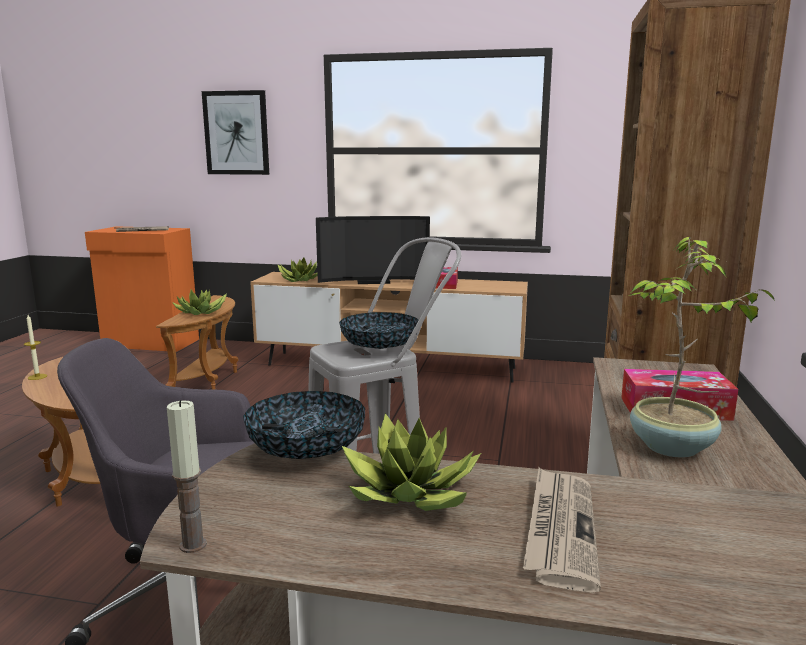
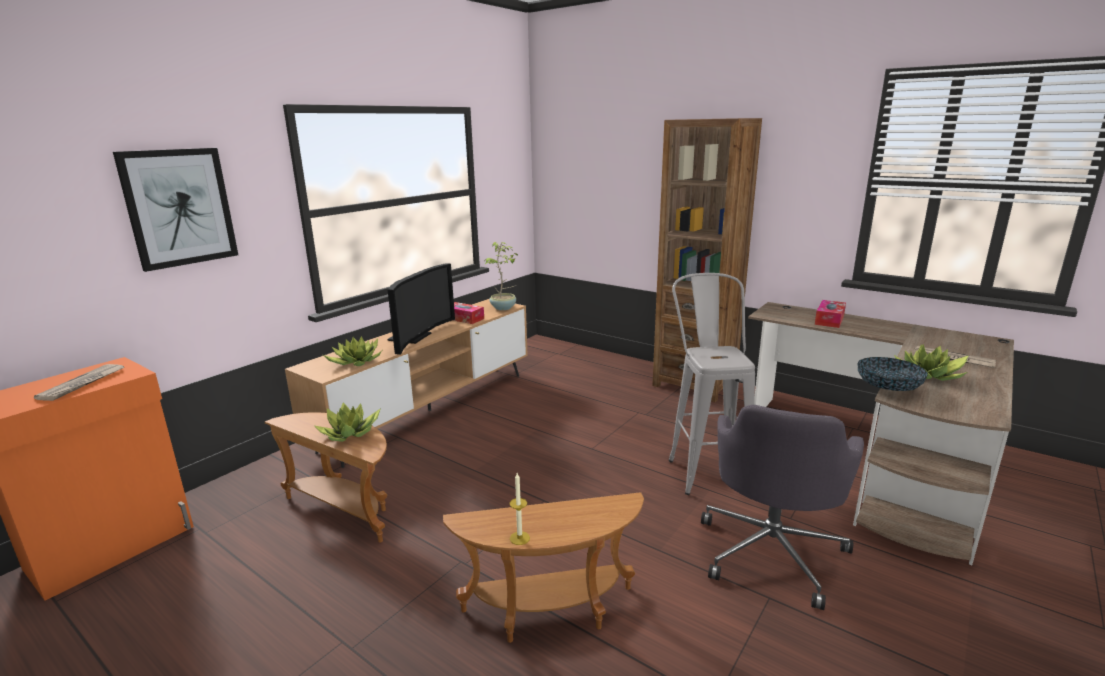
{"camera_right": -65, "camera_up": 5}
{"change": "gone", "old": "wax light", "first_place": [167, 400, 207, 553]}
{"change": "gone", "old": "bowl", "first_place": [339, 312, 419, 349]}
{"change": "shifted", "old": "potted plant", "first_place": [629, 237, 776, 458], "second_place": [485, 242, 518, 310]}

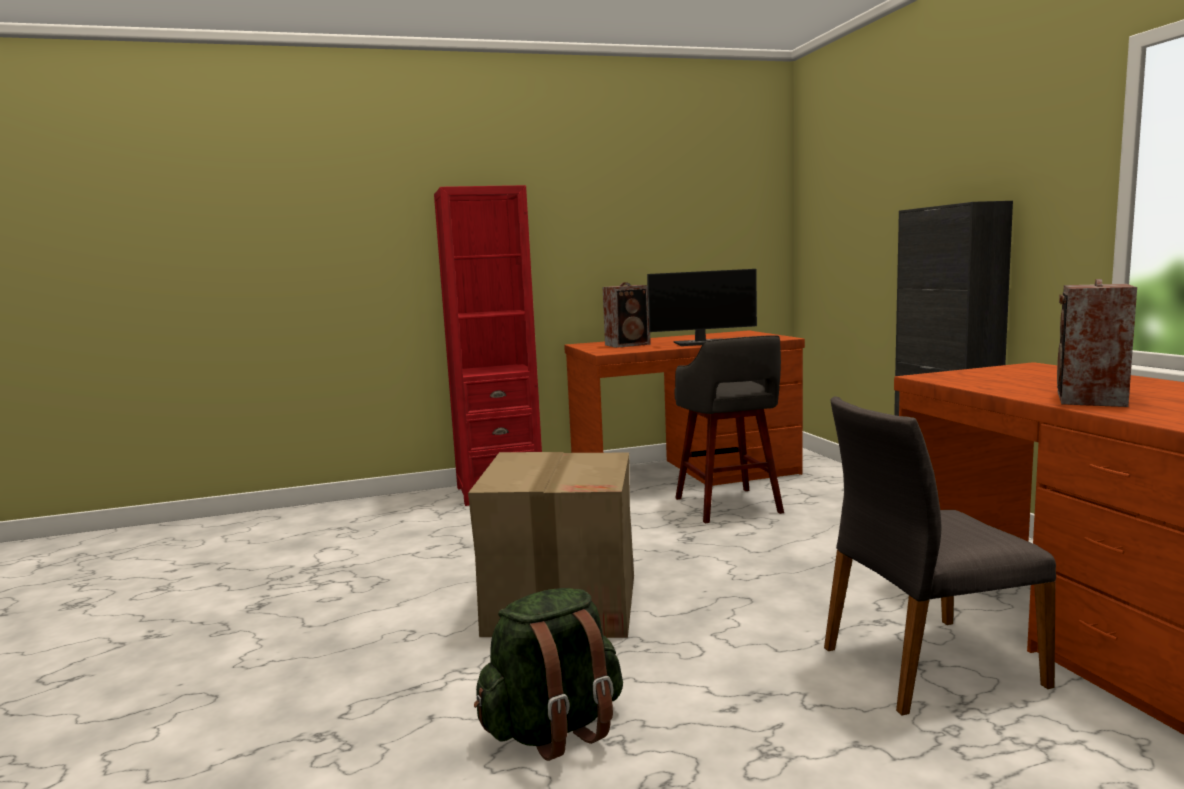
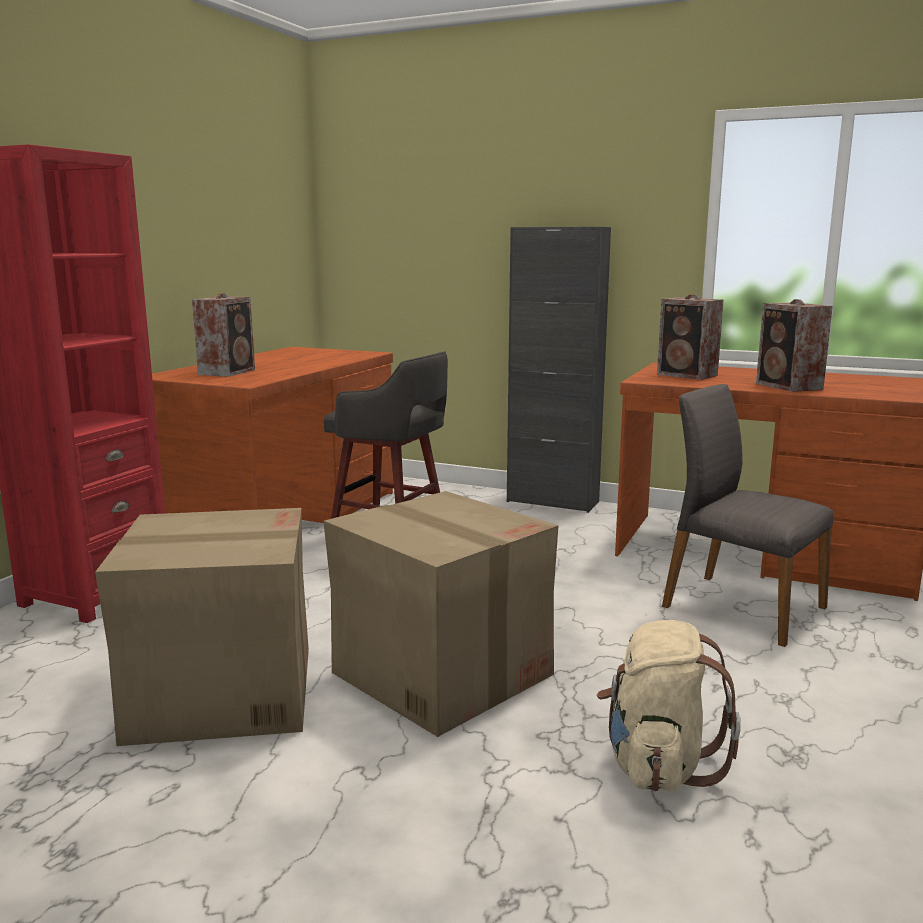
{"camera_right": -50, "camera_up": 5}
{"change": "repainted", "old": "knapsack in greenish", "new": "knapsack in beige", "first_place": [474, 588, 623, 761], "second_place": [597, 620, 741, 792]}
{"change": "gone", "old": "computer display", "first_place": [647, 269, 757, 346]}
{"change": "rotated", "old": "plain chair in grey", "first_place": [824, 396, 1056, 715], "second_place": [662, 384, 834, 647], "degrees": 105}
{"change": "new", "new": "cardboard box", "second_place": [95, 508, 309, 746]}
{"change": "new", "new": "speaker", "second_place": [657, 295, 724, 380]}

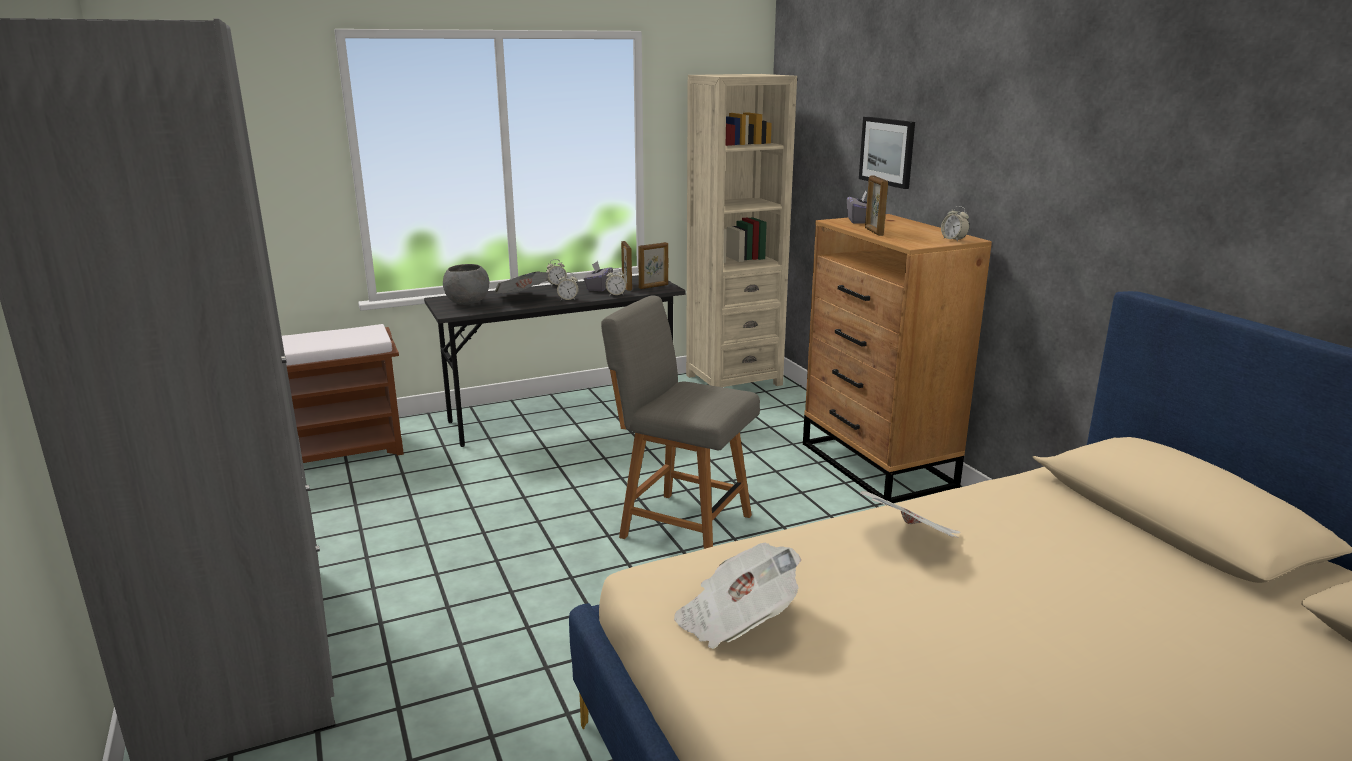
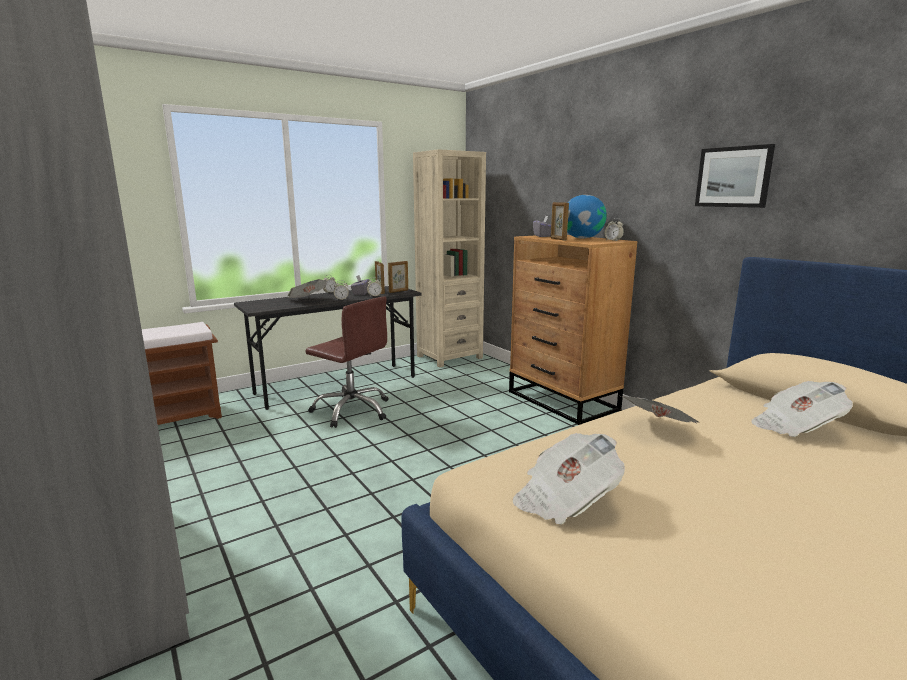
{"camera_right": -10, "camera_up": -5}
{"change": "gone", "old": "bowl in grey", "first_place": [443, 264, 489, 305]}
{"change": "gone", "old": "plain chair in grey", "first_place": [601, 295, 760, 549]}
{"change": "shifted", "old": "wall art", "first_place": [859, 117, 915, 189], "second_place": [695, 144, 775, 208]}
{"change": "new", "new": "office chair in brownish", "second_place": [305, 296, 388, 428]}
{"change": "new", "new": "world globe", "second_place": [567, 195, 607, 238]}
{"change": "new", "new": "newspaper", "second_place": [751, 381, 853, 437]}

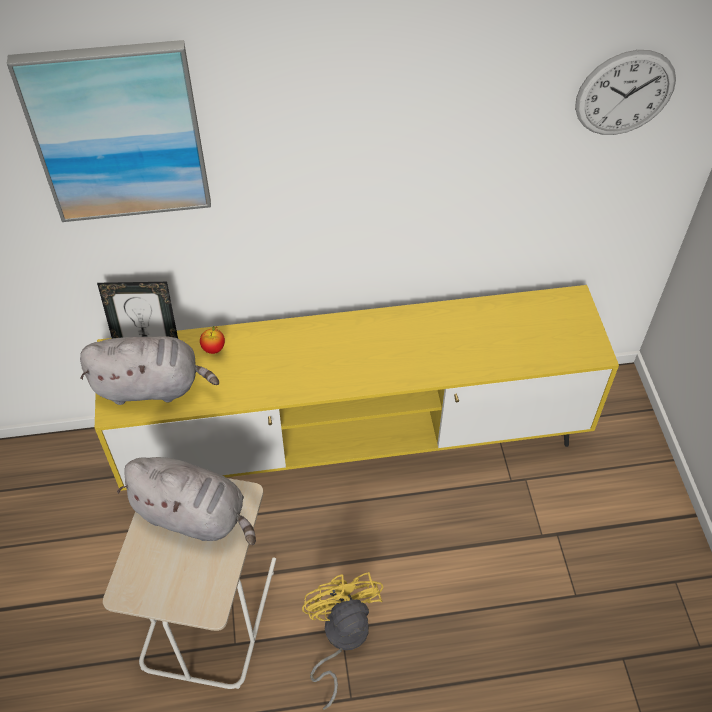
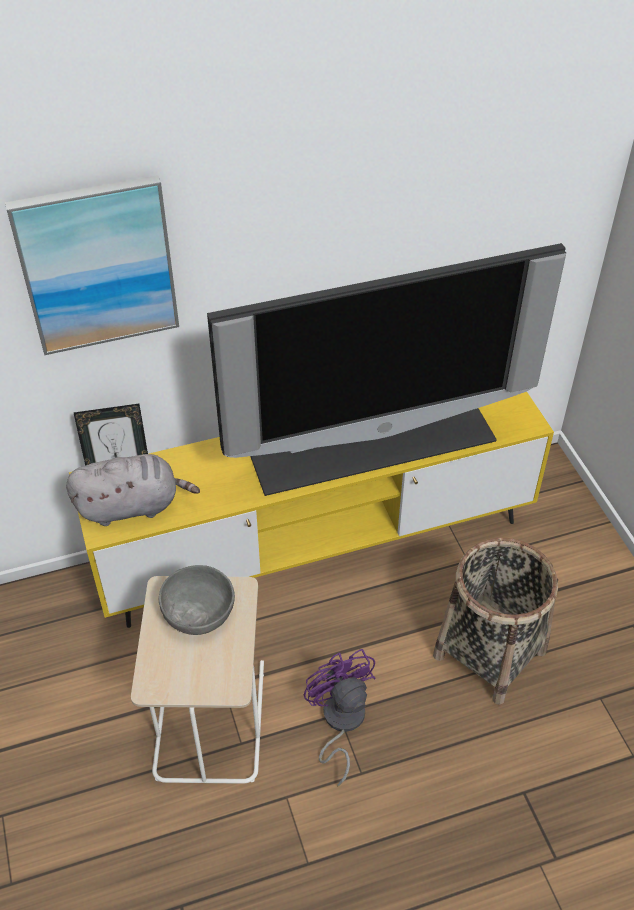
{"camera_right": -10, "camera_up": -5}
{"change": "swapped", "old": "plush toy in grey", "new": "bowl in grey", "first_place": [117, 457, 256, 545], "second_place": [158, 565, 235, 635]}
{"change": "gone", "old": "apple fruit", "first_place": [200, 326, 225, 354]}
{"change": "repainted", "old": "electric fan in yellowish", "new": "electric fan in purple", "first_place": [302, 572, 383, 710], "second_place": [304, 649, 376, 787]}
{"change": "gone", "old": "hanging clock", "first_place": [575, 50, 676, 135]}
{"change": "new", "new": "TV", "second_place": [207, 243, 566, 496]}
{"change": "new", "new": "storage basket", "second_place": [433, 538, 558, 705]}

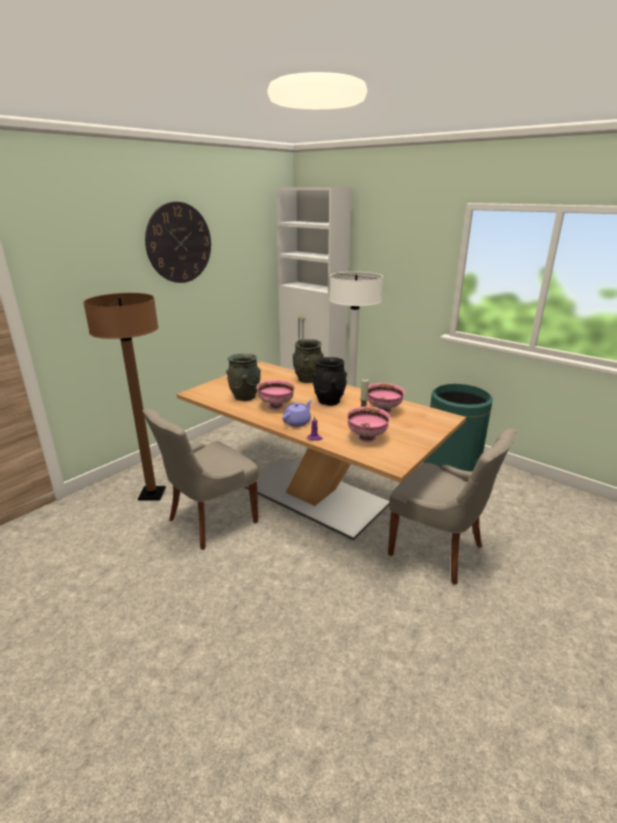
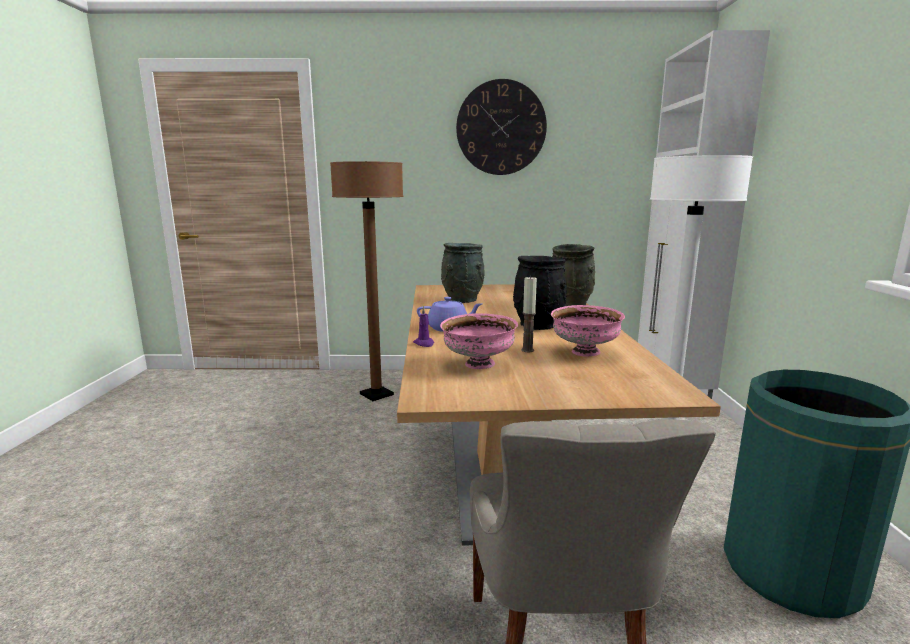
{"camera_right": 50, "camera_up": -10}
{"change": "gone", "old": "plain chair in grey", "first_place": [143, 409, 258, 550]}
{"change": "gone", "old": "bowl in pinkish", "first_place": [257, 380, 295, 410]}

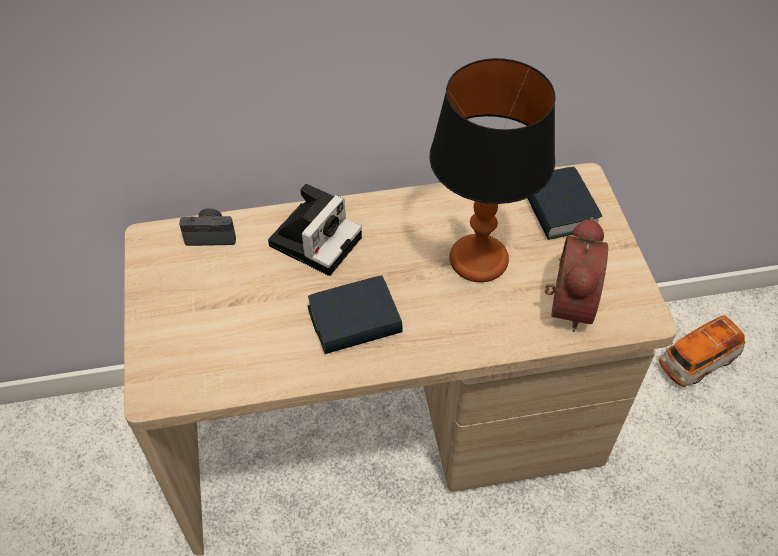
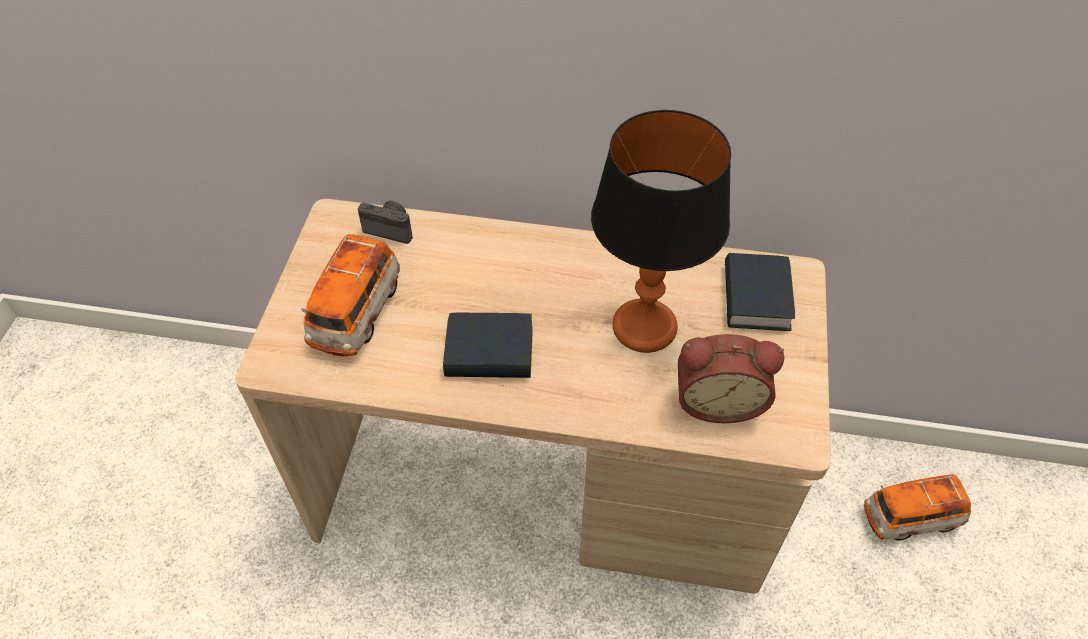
{"camera_right": 20, "camera_up": 0}
{"change": "gone", "old": "photo camera", "first_place": [268, 184, 362, 276]}
{"change": "rotated", "old": "alarm clock", "first_place": [545, 217, 608, 332], "second_place": [678, 334, 784, 423], "degrees": 60}
{"change": "new", "new": "miniature car", "second_place": [301, 234, 400, 357]}

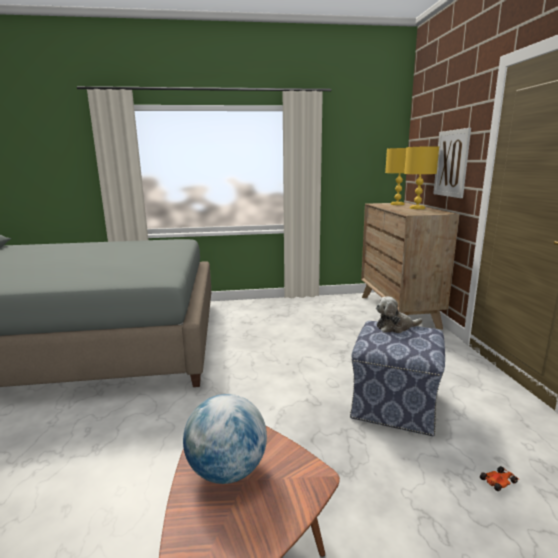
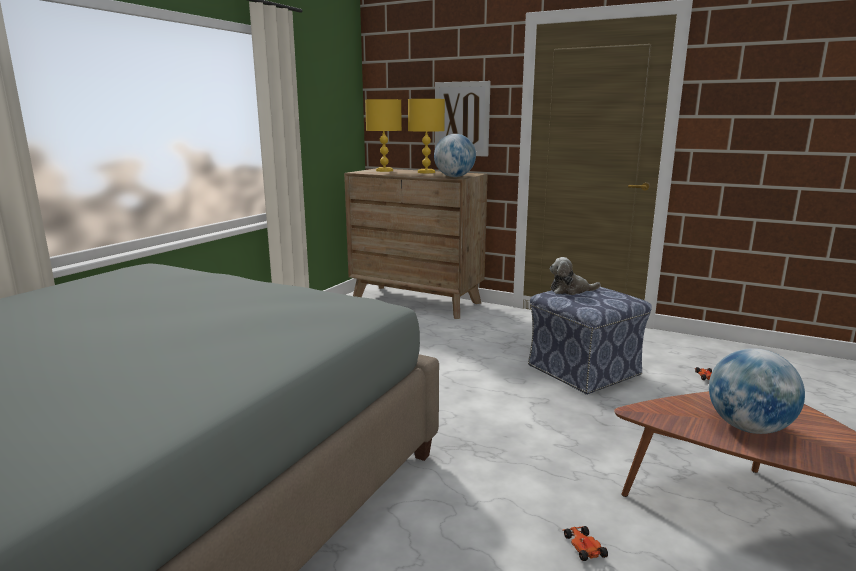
{"camera_right": -55, "camera_up": 0}
{"change": "rotated", "old": "plush toy", "first_place": [376, 296, 423, 333], "second_place": [550, 257, 601, 295], "degrees": 60}
{"change": "new", "new": "world globe", "second_place": [434, 134, 476, 177]}
{"change": "new", "new": "miniature car", "second_place": [563, 526, 608, 561]}

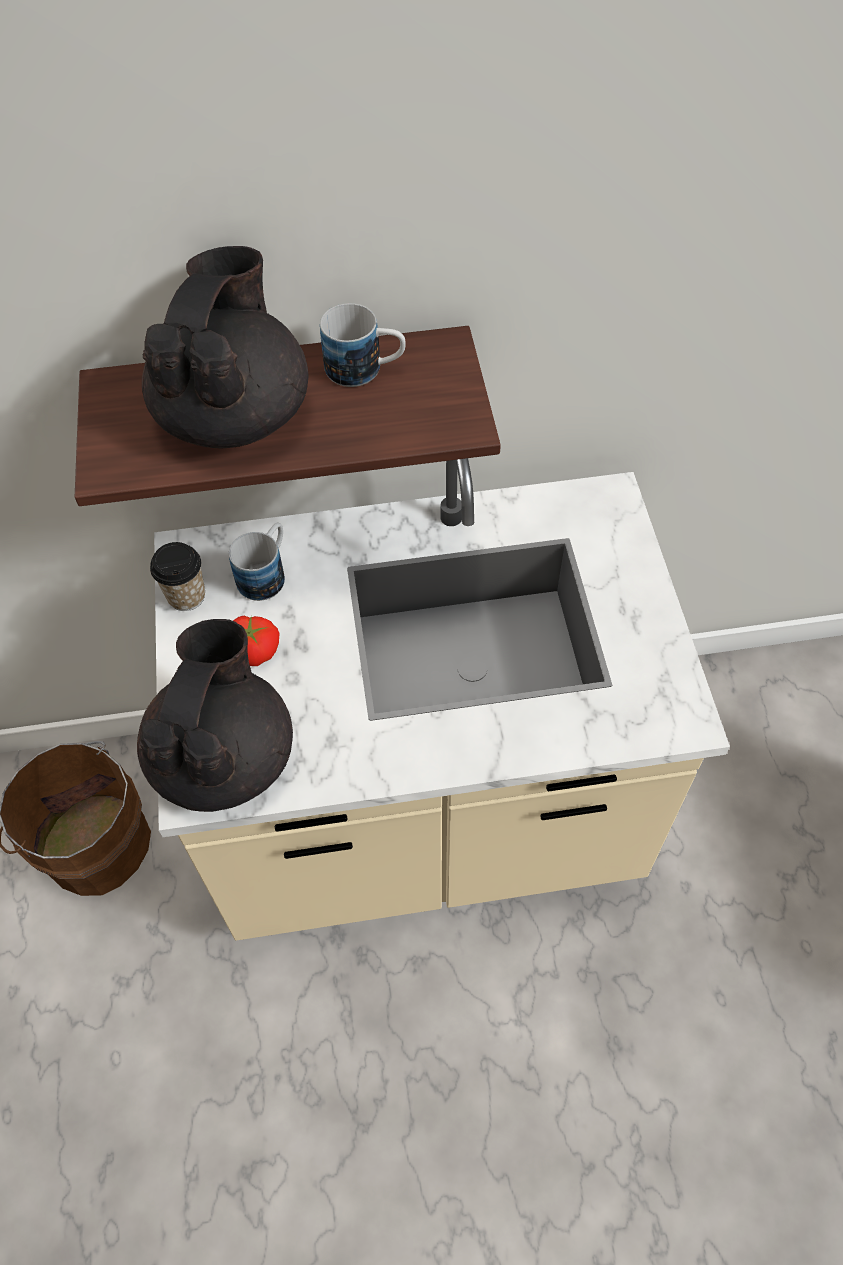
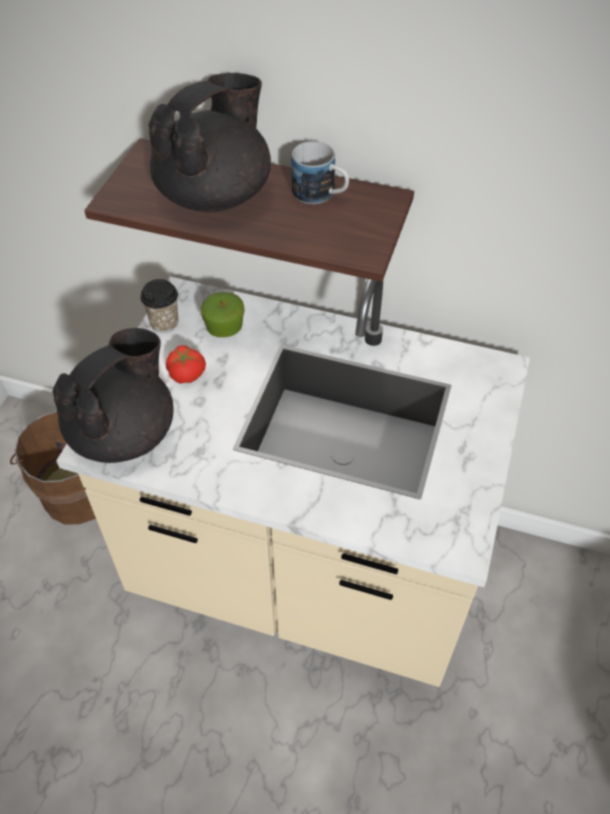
{"camera_right": 25, "camera_up": -5}
{"change": "swapped", "old": "coffee mug", "new": "apple fruit", "first_place": [229, 523, 285, 601], "second_place": [201, 292, 244, 337]}

